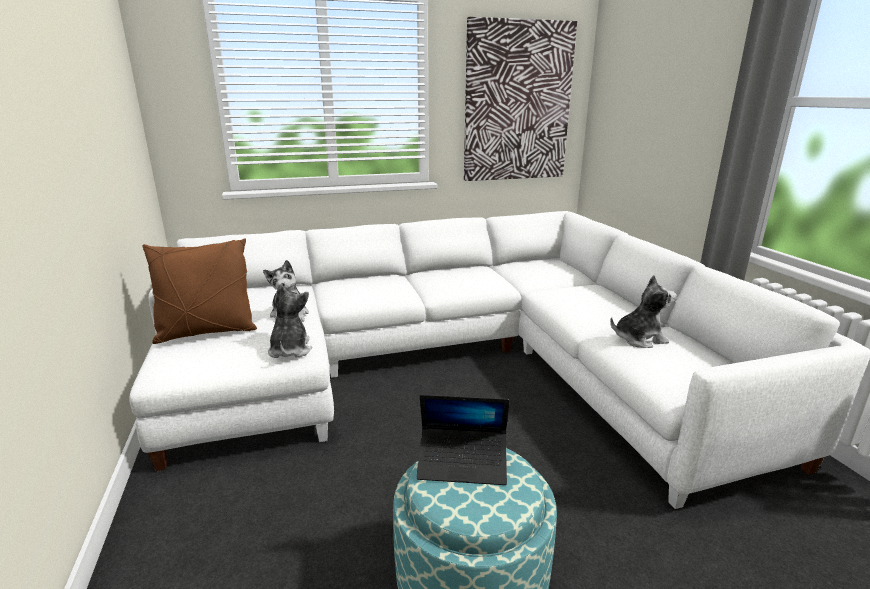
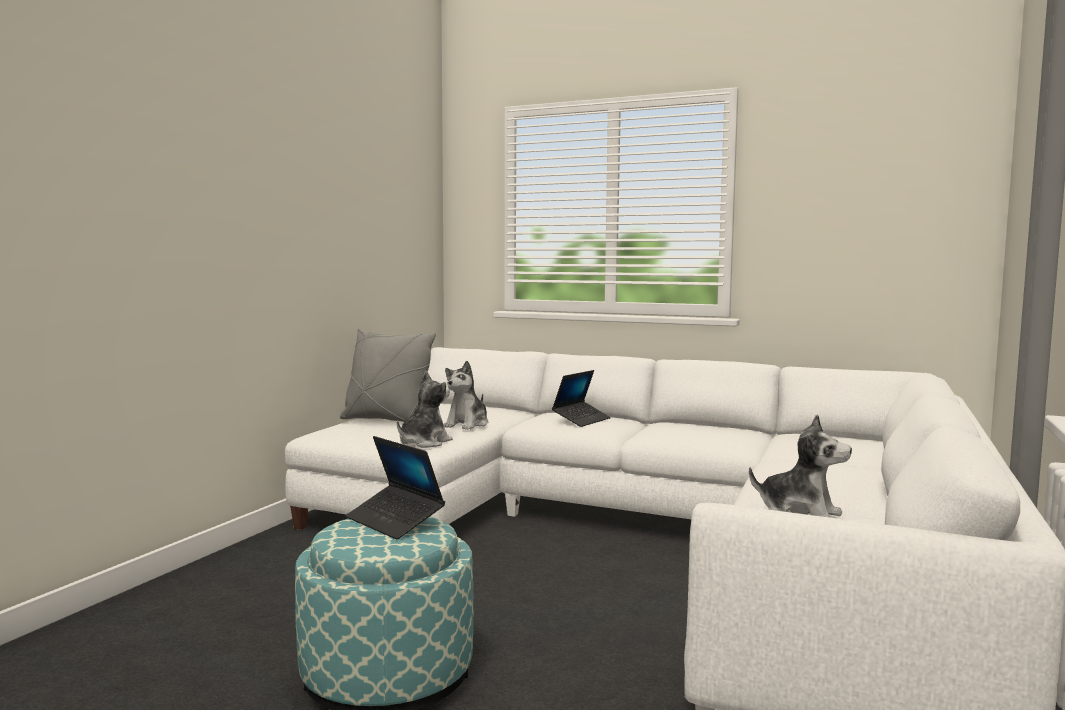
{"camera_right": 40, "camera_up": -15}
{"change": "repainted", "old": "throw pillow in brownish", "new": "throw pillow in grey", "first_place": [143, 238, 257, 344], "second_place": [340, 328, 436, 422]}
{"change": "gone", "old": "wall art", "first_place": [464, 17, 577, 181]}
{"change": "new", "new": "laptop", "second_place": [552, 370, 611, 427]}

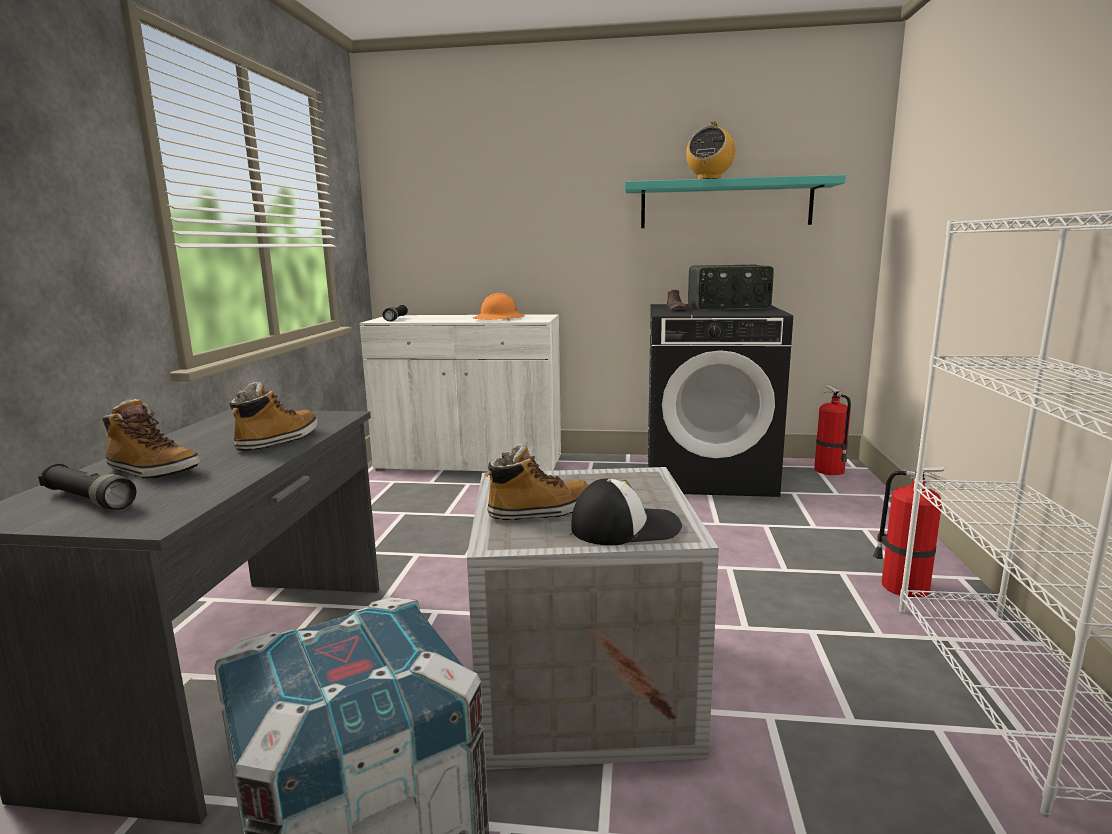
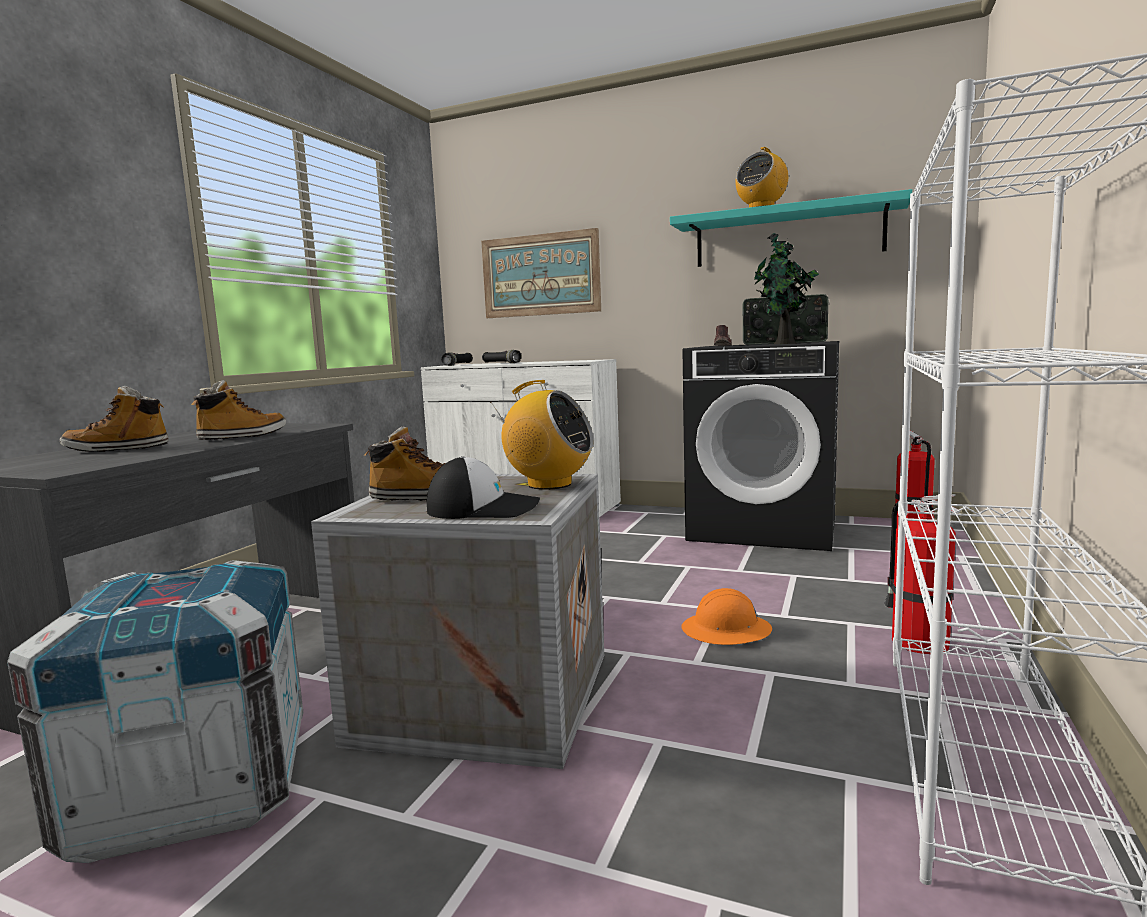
{"camera_right": 15, "camera_up": -5}
{"change": "shifted", "old": "flashlight in blackish", "first_place": [38, 464, 136, 510], "second_place": [482, 350, 521, 363]}
{"change": "rotated", "old": "high-top boot", "first_place": [102, 399, 200, 478], "second_place": [60, 386, 169, 452], "degrees": 135}
{"change": "shifted", "old": "work helmet in orange-coloured", "first_place": [473, 293, 525, 320], "second_place": [681, 588, 772, 645]}
{"change": "new", "new": "wall art", "second_place": [481, 228, 601, 318]}
{"change": "new", "new": "radio set", "second_place": [490, 380, 594, 490]}
{"change": "new", "new": "potted plant", "second_place": [753, 233, 819, 344]}

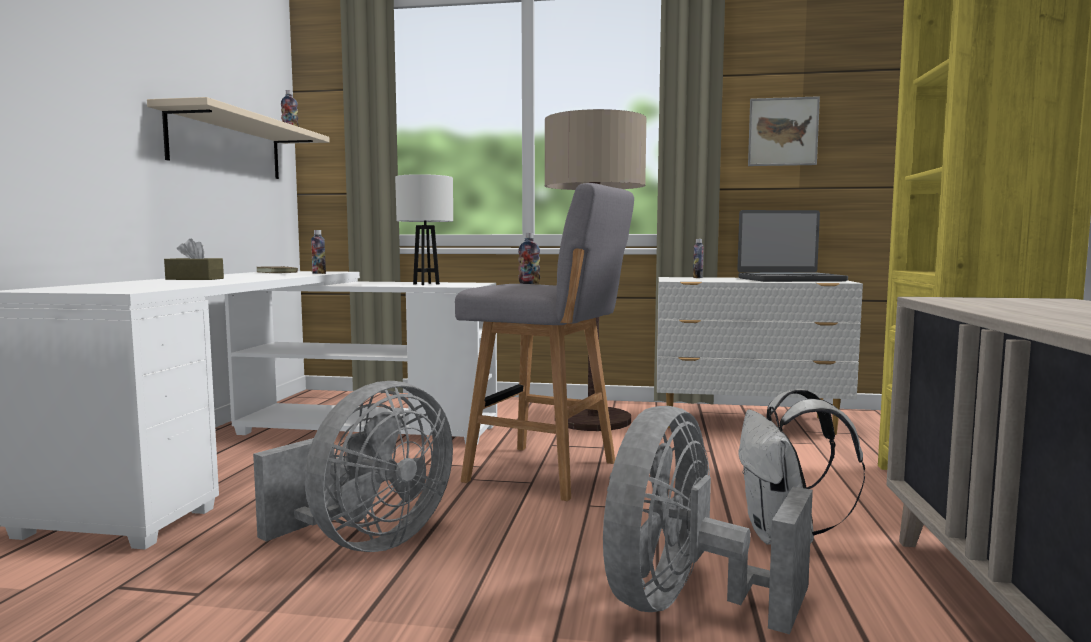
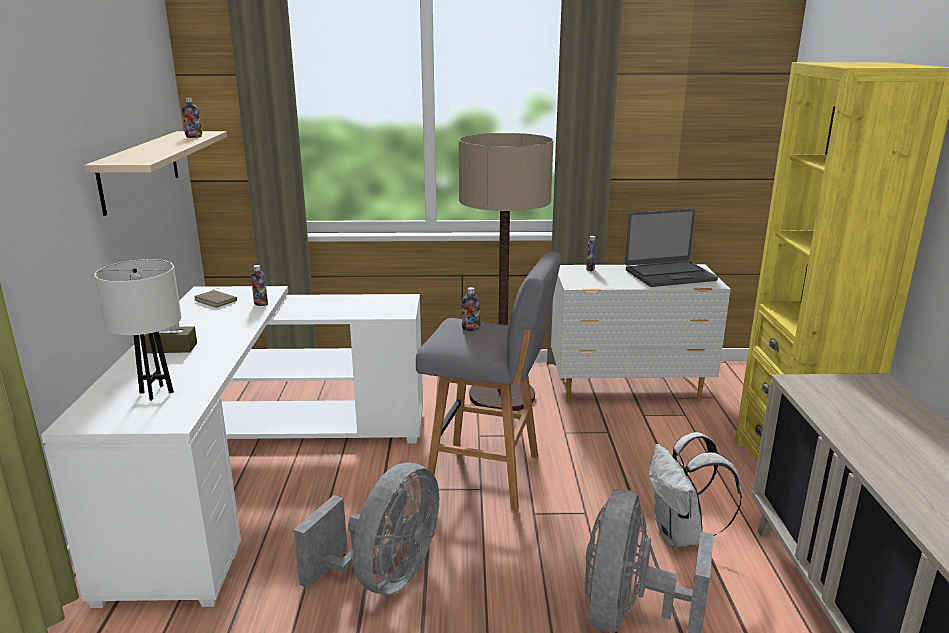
{"camera_right": -10, "camera_up": 15}
{"change": "shifted", "old": "tabletop lamp in white", "first_place": [395, 174, 453, 285], "second_place": [94, 259, 181, 401]}
{"change": "gone", "old": "wall art", "first_place": [748, 96, 820, 166]}

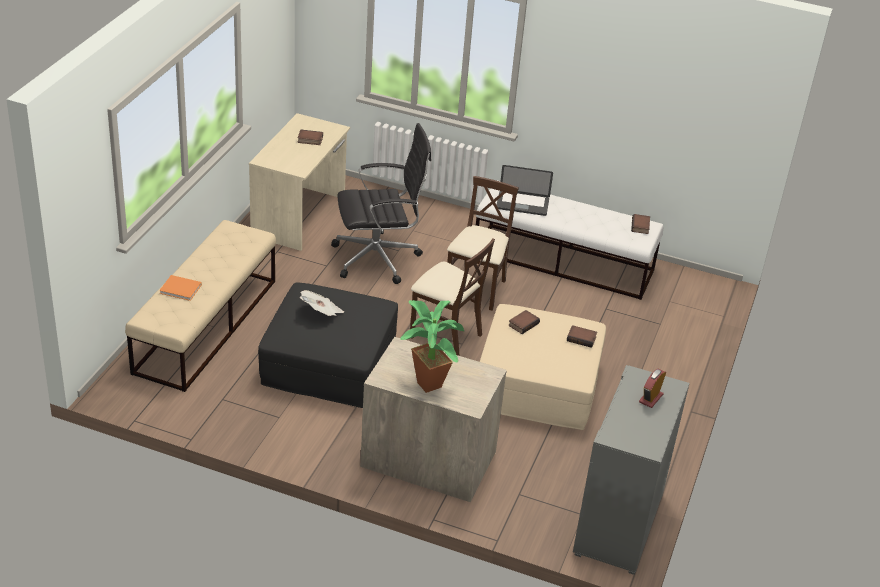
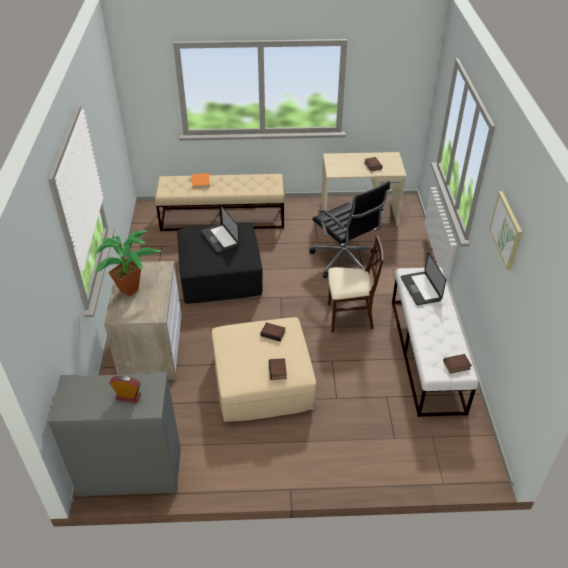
{"camera_right": 70, "camera_up": 5}
{"change": "swapped", "old": "newspaper", "new": "laptop", "first_place": [300, 290, 344, 316], "second_place": [201, 205, 239, 253]}
{"change": "gone", "old": "plain chair in beige", "first_place": [410, 238, 495, 356]}
{"change": "new", "new": "wall art", "second_place": [489, 191, 522, 270]}

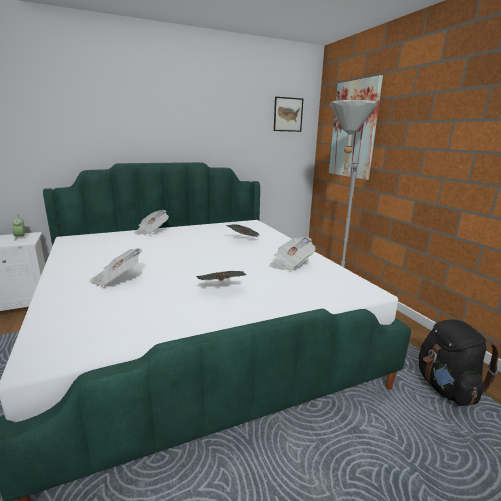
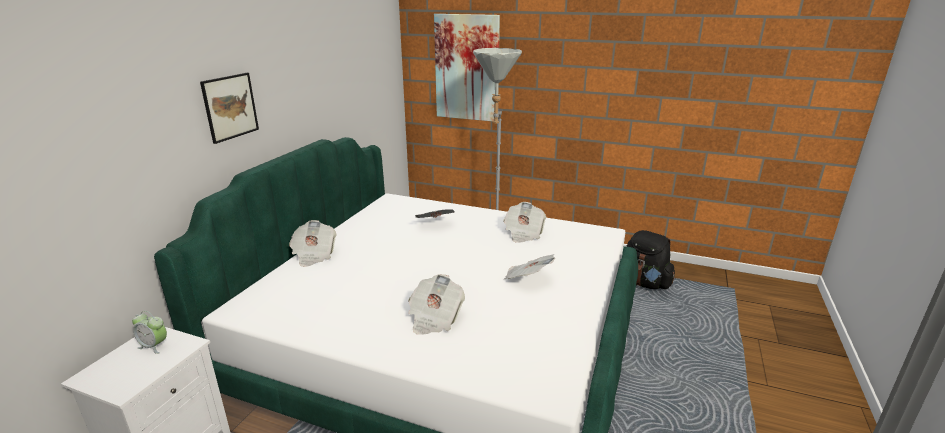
{"camera_right": -45, "camera_up": 5}
{"change": "shifted", "old": "wall art", "first_place": [274, 97, 303, 132], "second_place": [200, 73, 259, 144]}

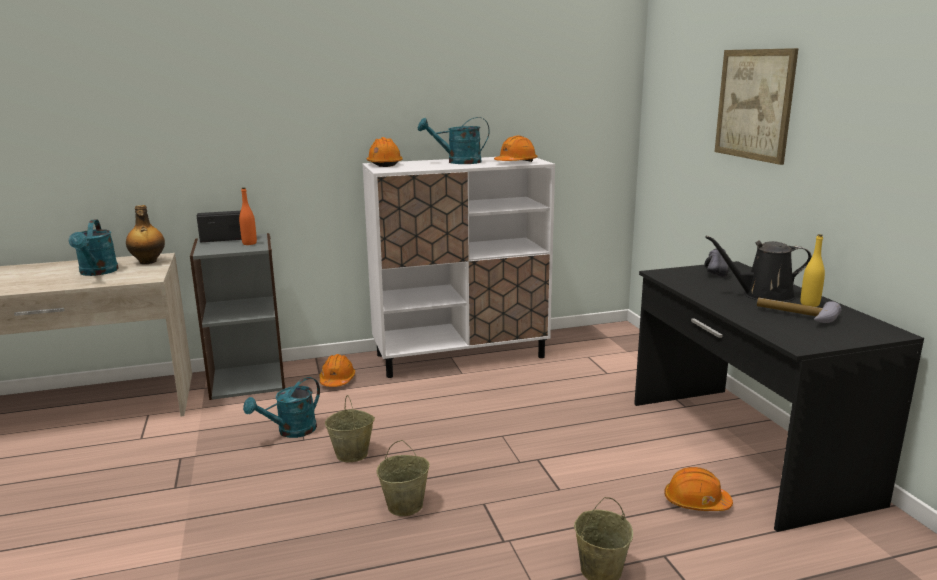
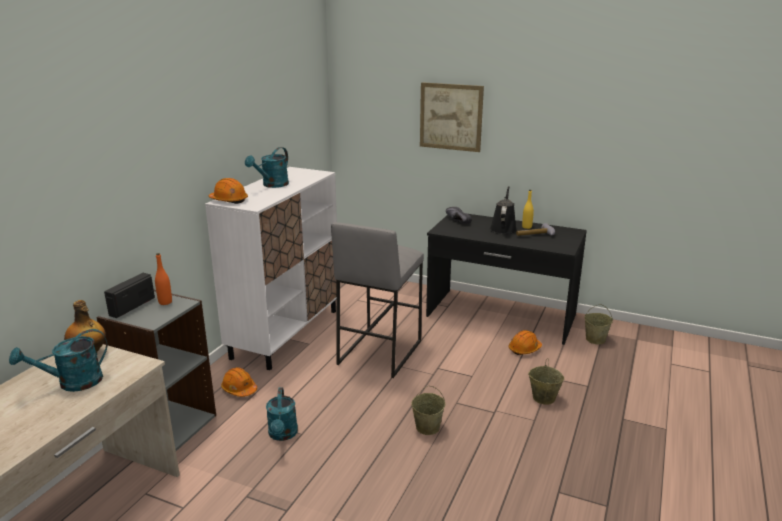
{"camera_right": -50, "camera_up": 5}
{"change": "rotated", "old": "sprinkling can in turquoise", "first_place": [69, 219, 119, 276], "second_place": [9, 329, 107, 392], "degrees": 120}
{"change": "shifted", "old": "water bucket in beige", "first_place": [325, 395, 375, 462], "second_place": [584, 304, 613, 344]}
{"change": "gone", "old": "work helmet in orange-coloured", "first_place": [494, 136, 538, 162]}
{"change": "rotated", "old": "sprinkling can in blackish", "first_place": [705, 236, 812, 302], "second_place": [490, 186, 517, 234], "degrees": 150}
{"change": "new", "new": "sitting stool in grey", "second_place": [331, 222, 424, 378]}

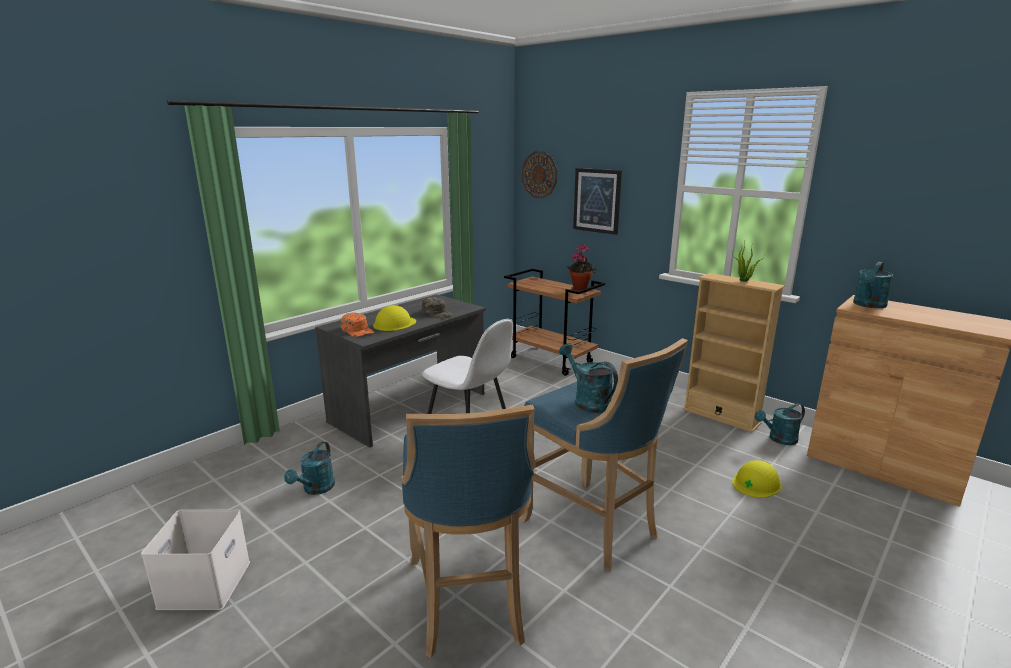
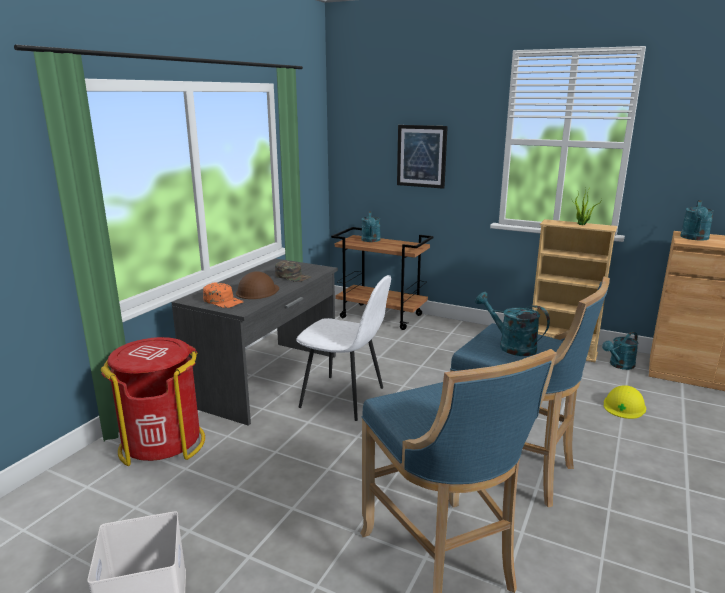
{"camera_right": -15, "camera_up": 0}
{"change": "shifted", "old": "sprinkling can in turquoise", "first_place": [284, 441, 335, 495], "second_place": [361, 211, 381, 242]}
{"change": "repainted", "old": "work helmet in yellowish", "new": "work helmet in brownish", "first_place": [373, 305, 416, 331], "second_place": [236, 271, 279, 299]}
{"change": "gone", "old": "hanging clock", "first_place": [522, 151, 557, 198]}
{"change": "gone", "old": "potted plant", "first_place": [567, 244, 596, 293]}
{"change": "new", "new": "waste bin in red", "second_place": [101, 337, 205, 466]}

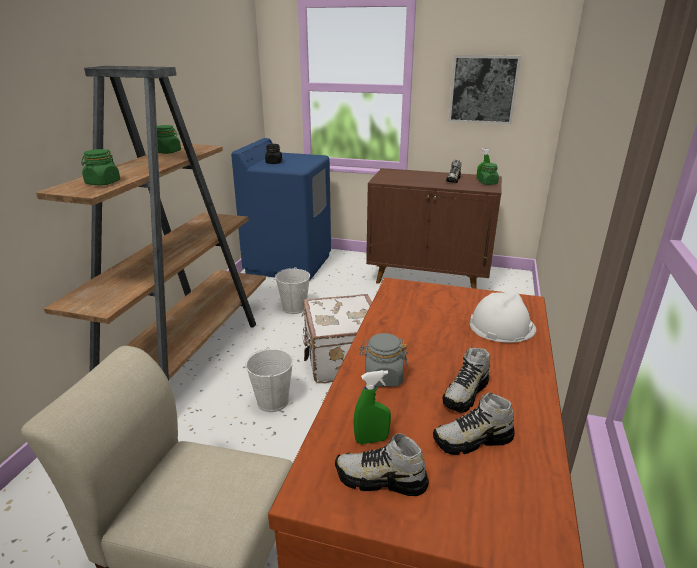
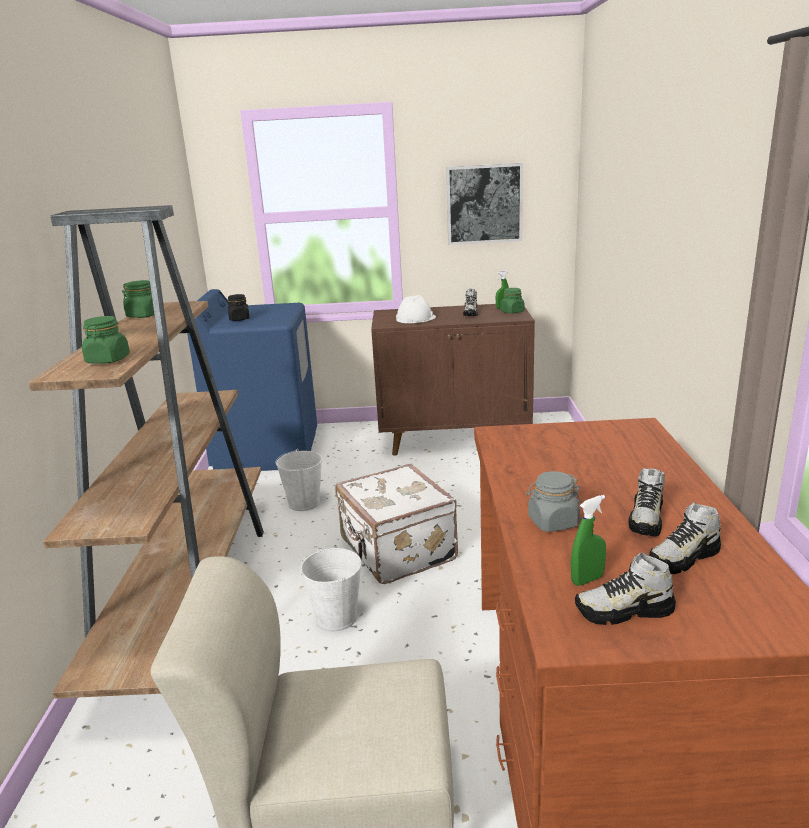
{"camera_right": -15, "camera_up": -5}
{"change": "shifted", "old": "work helmet in white", "first_place": [470, 292, 536, 343], "second_place": [396, 295, 436, 323]}

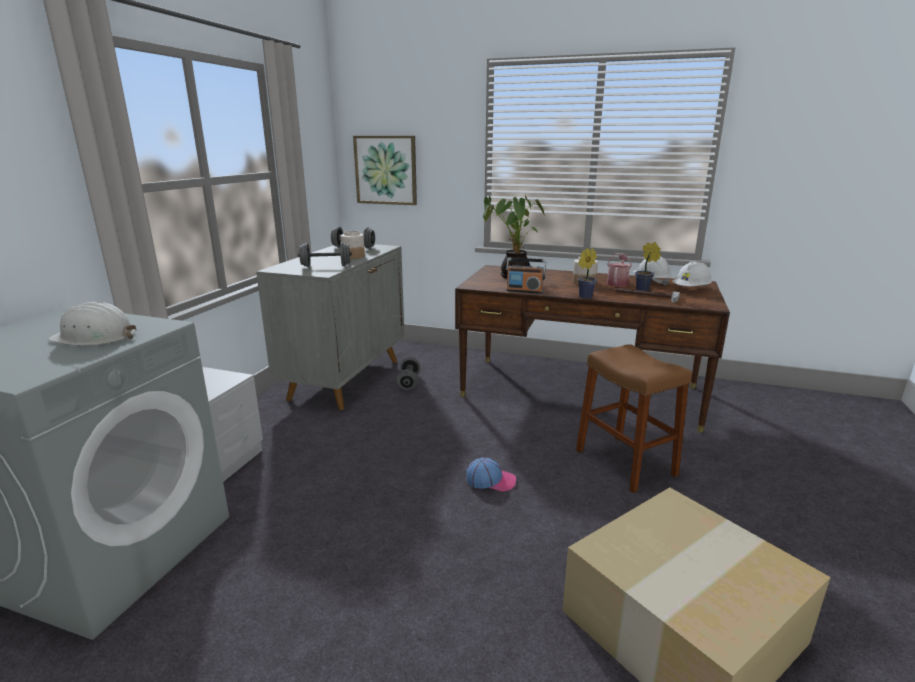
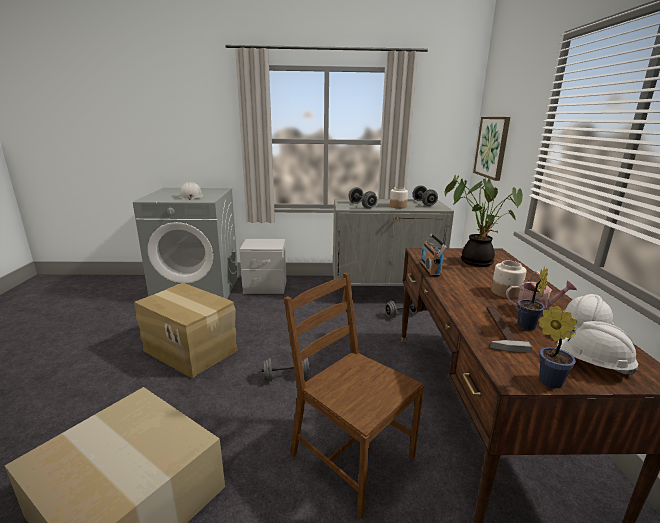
{"camera_right": 70, "camera_up": 0}
{"change": "swapped", "old": "cap", "new": "hand weight in grey", "first_place": [466, 458, 516, 492], "second_place": [262, 358, 310, 382]}
{"change": "swapped", "old": "sitting stool in brownish", "new": "plain chair in brownish", "first_place": [576, 344, 692, 493], "second_place": [284, 272, 424, 518]}
{"change": "shifted", "old": "potted plant", "first_place": [578, 248, 597, 299], "second_place": [539, 306, 577, 389]}
{"change": "new", "new": "cardboard box", "second_place": [134, 283, 238, 378]}

